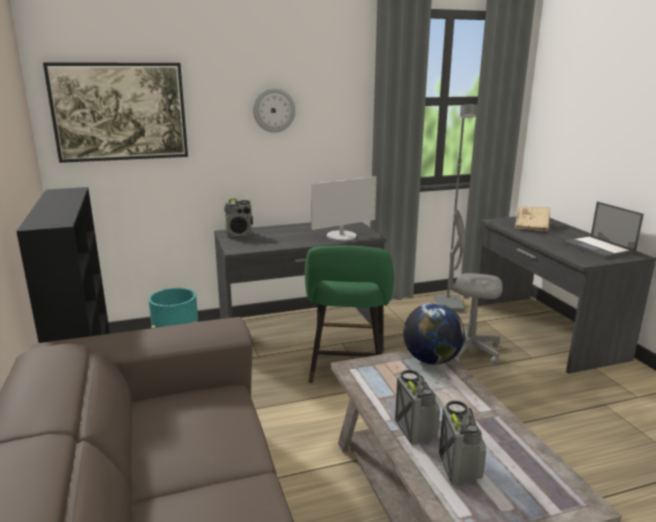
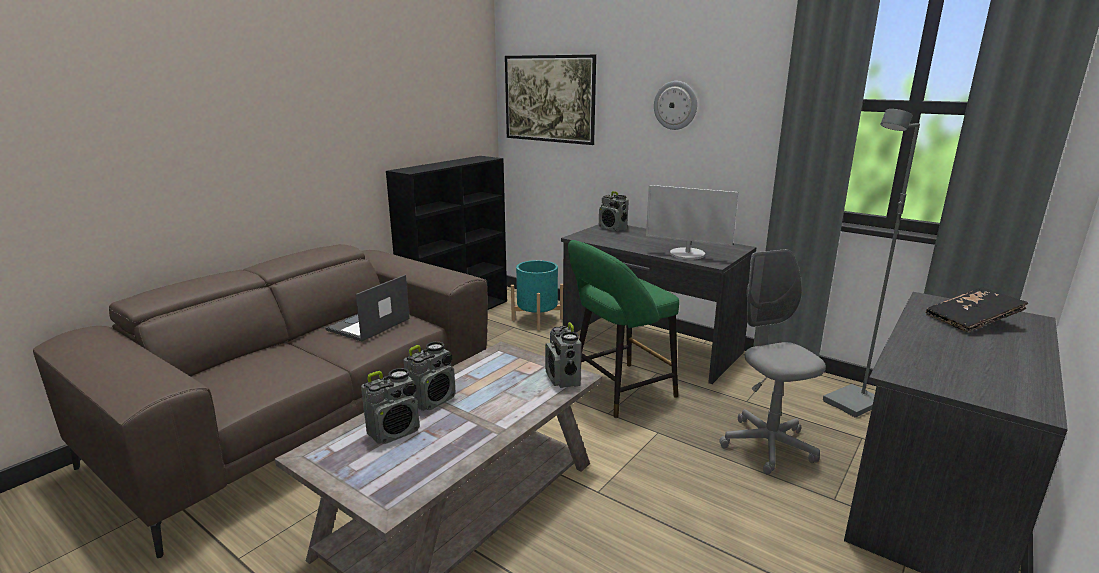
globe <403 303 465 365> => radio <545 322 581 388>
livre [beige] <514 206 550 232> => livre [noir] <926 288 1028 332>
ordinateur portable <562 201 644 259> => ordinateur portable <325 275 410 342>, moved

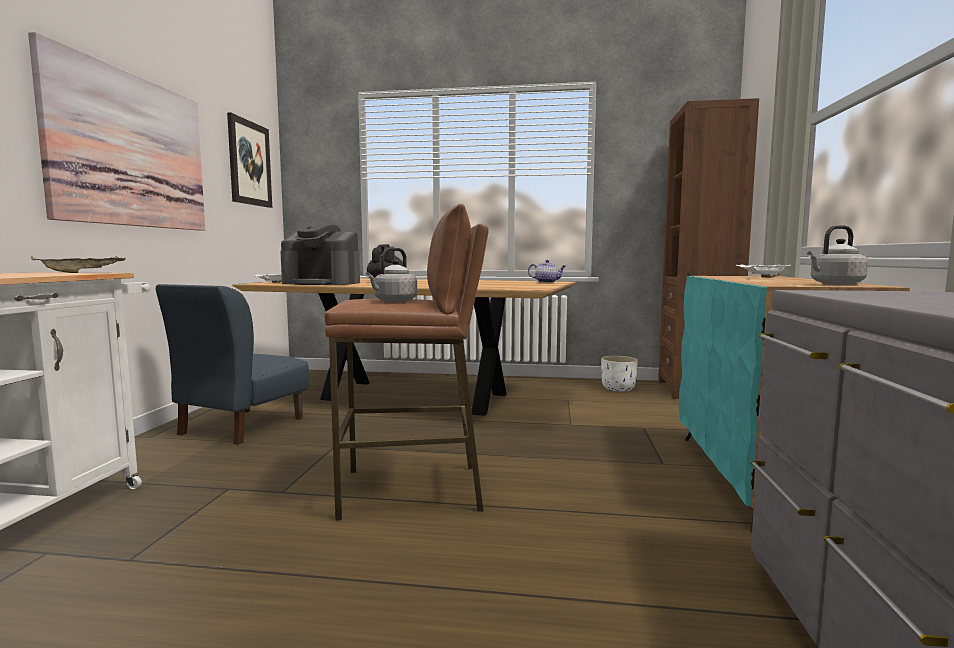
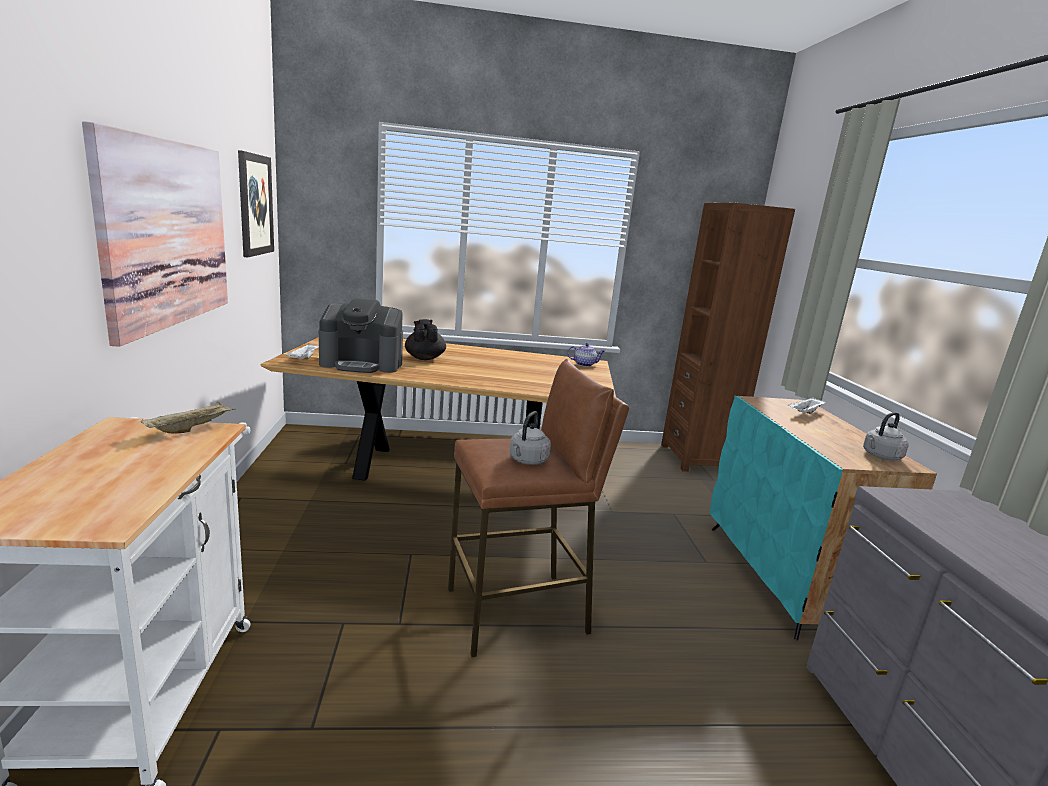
chaise [bleu] <156 284 309 445> => nothing
cache-pot [blanc] <601 356 638 392> => nothing

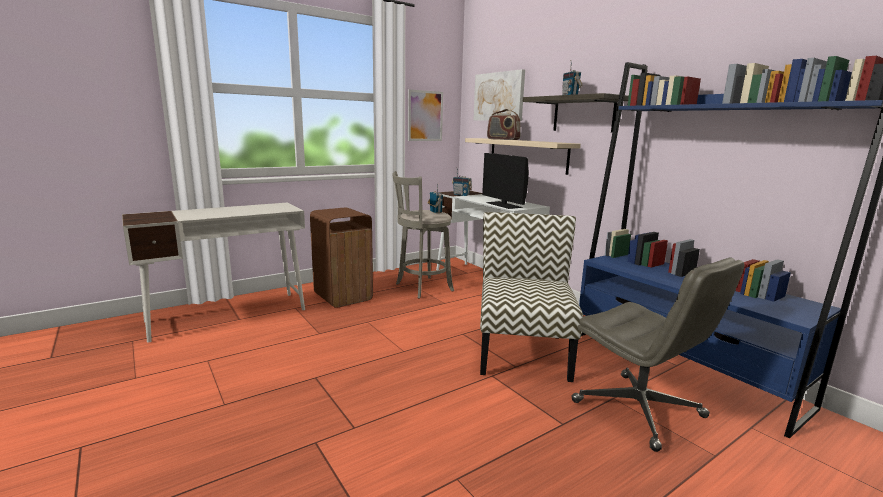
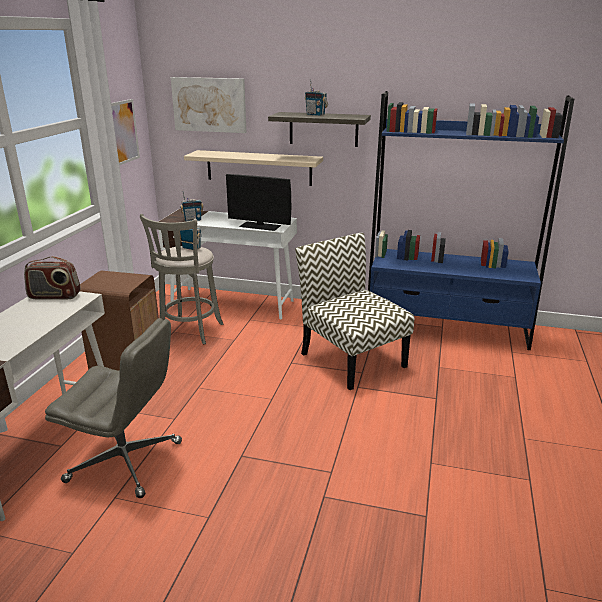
radio <487 109 521 140> => radio <24 256 81 299>, moved
chaise de bureau [gris] <571 258 745 452> => chaise de bureau [gris] <45 318 182 498>, moved

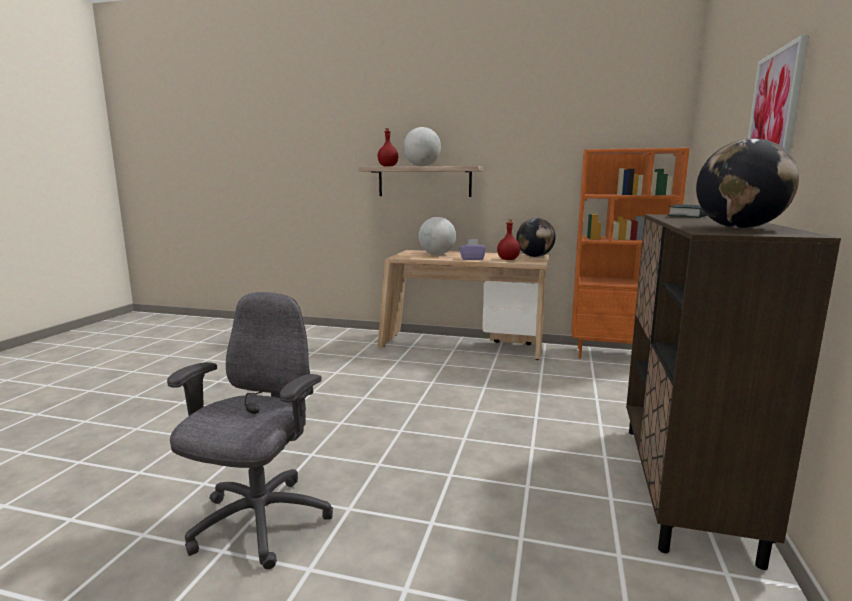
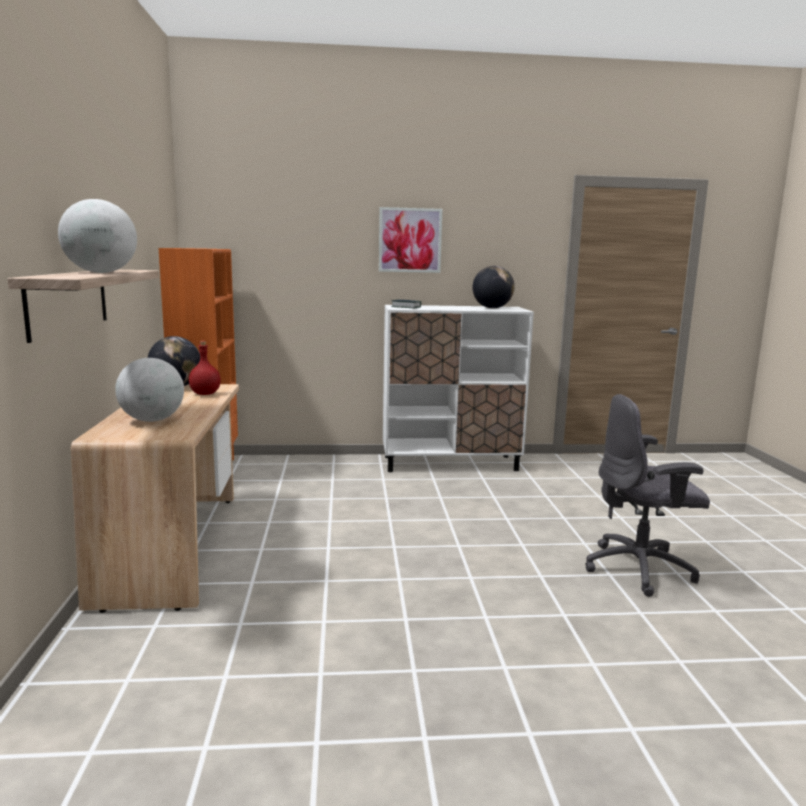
bouteille [rouge] <377 128 399 167> => nothing
boîte à mouchoirs [violet] <459 239 486 260> => nothing
meuble de rangement [marron] <626 214 841 570> => meuble de rangement [blanc] <383 305 534 472>

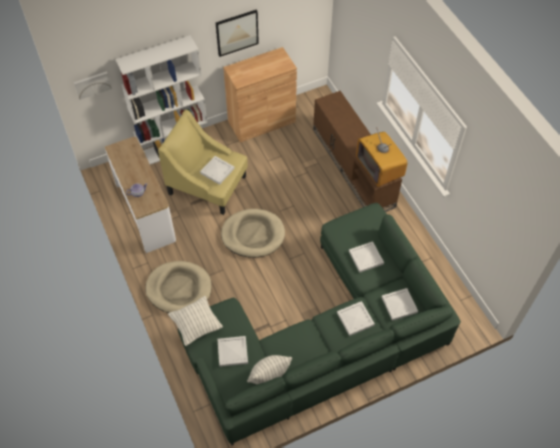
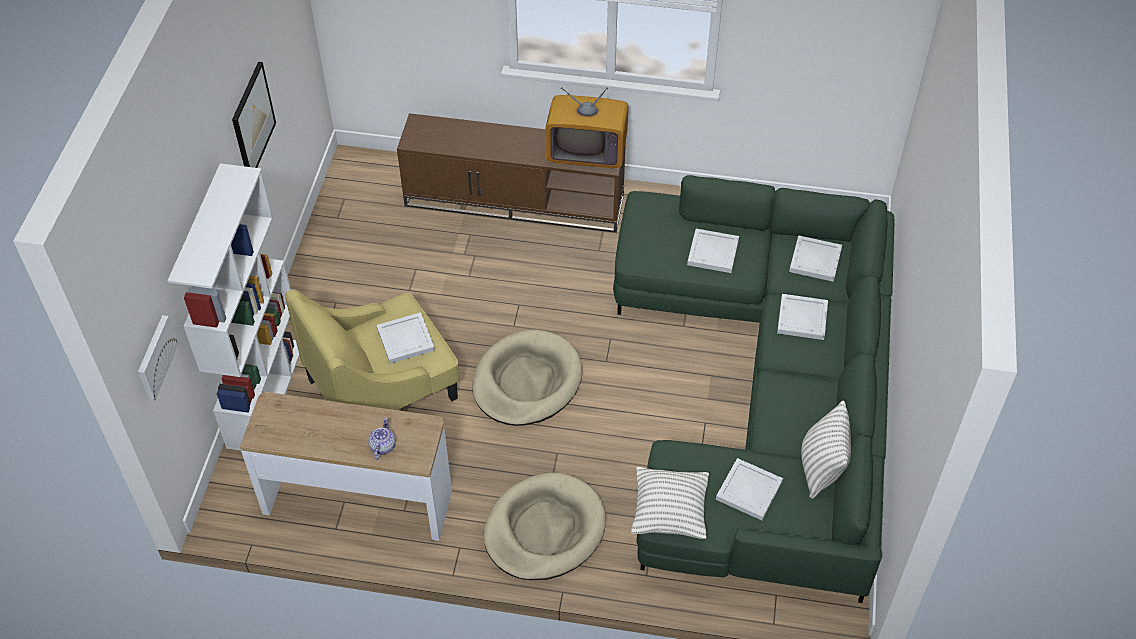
meuble de rangement [marron] <223 47 297 142> => nothing

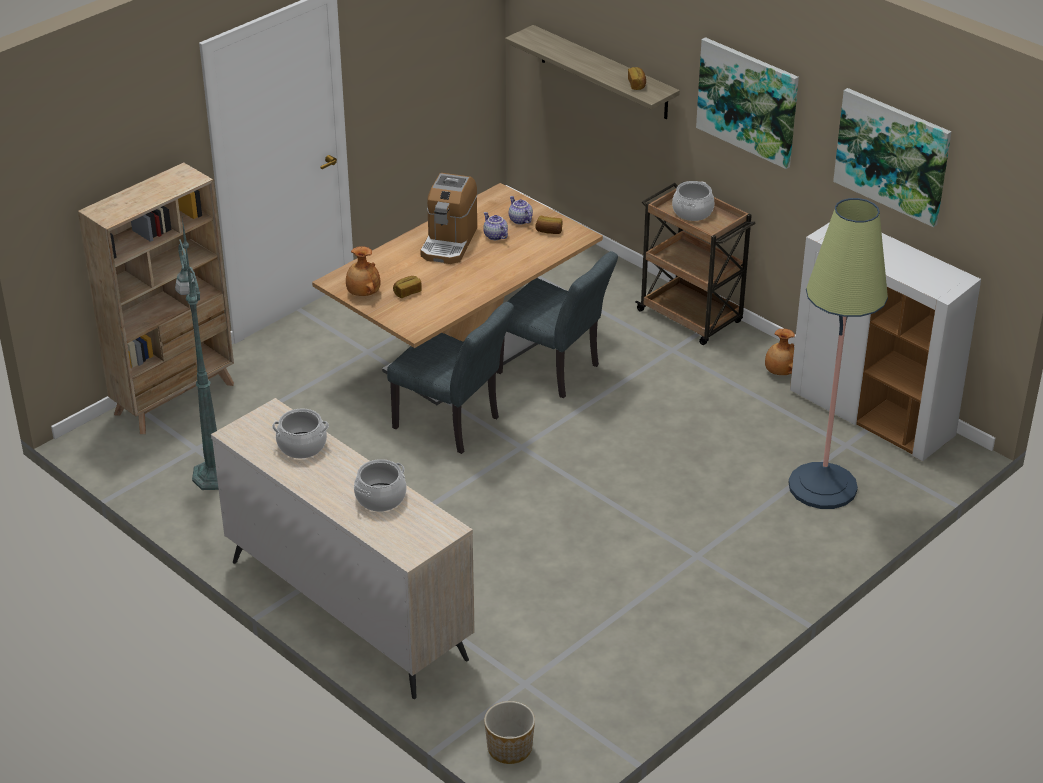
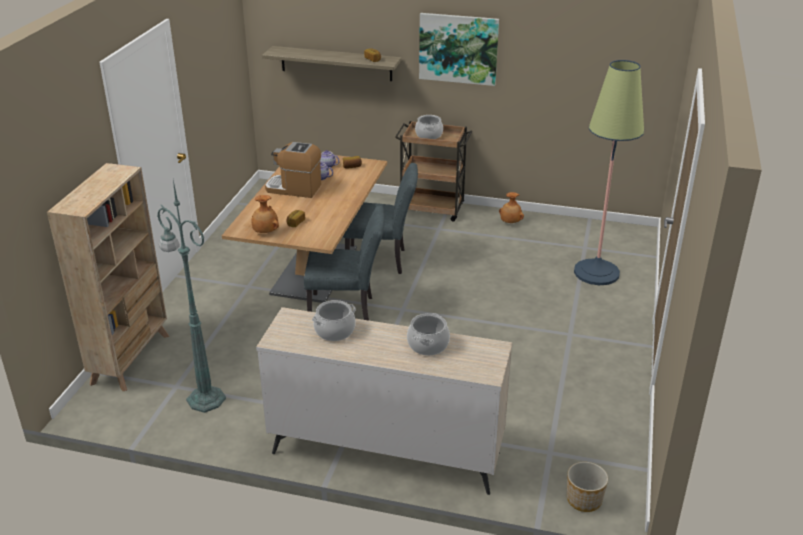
machine à café <420 173 477 264> => machine à café <265 142 321 198>, 120 degrees clockwise
meuble de rangement [blanc] <790 222 981 461> => nothing
tableau <833 88 951 227> => nothing

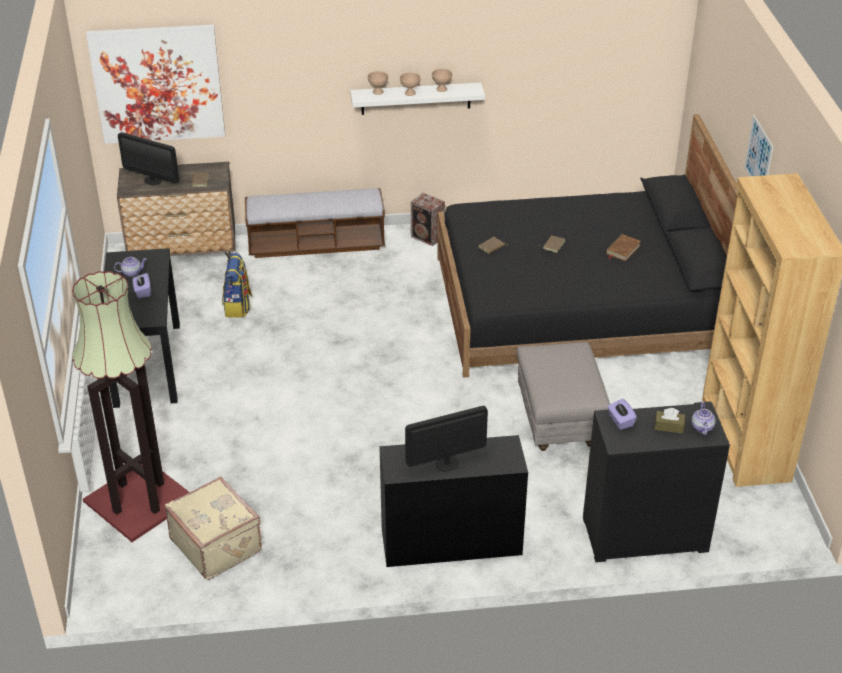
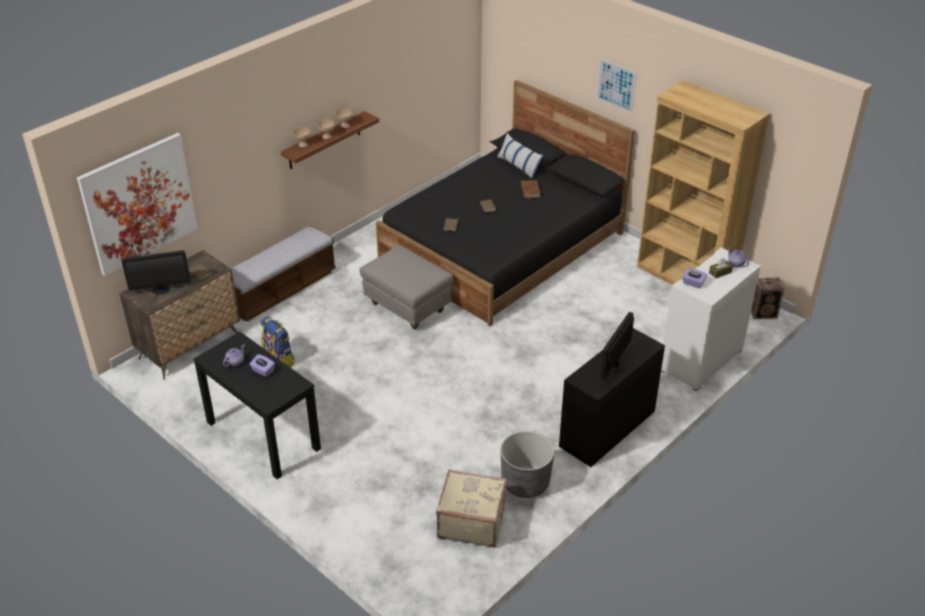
lampadaire <72 271 190 542> => nothing
étagère [blanc] <350 82 485 115> => étagère [marron] <281 111 379 169>
enceinte <411 193 445 246> => enceinte <751 277 785 319>, moved
pouf [gris] <517 342 610 451> => pouf [gris] <360 245 453 329>, moved
meuble de rangement [noir] <583 401 730 562> => meuble de rangement [blanc] <661 248 761 391>
nothing => coussin <497 133 544 180>
nothing => cache-pot [gris] <501 431 554 498>

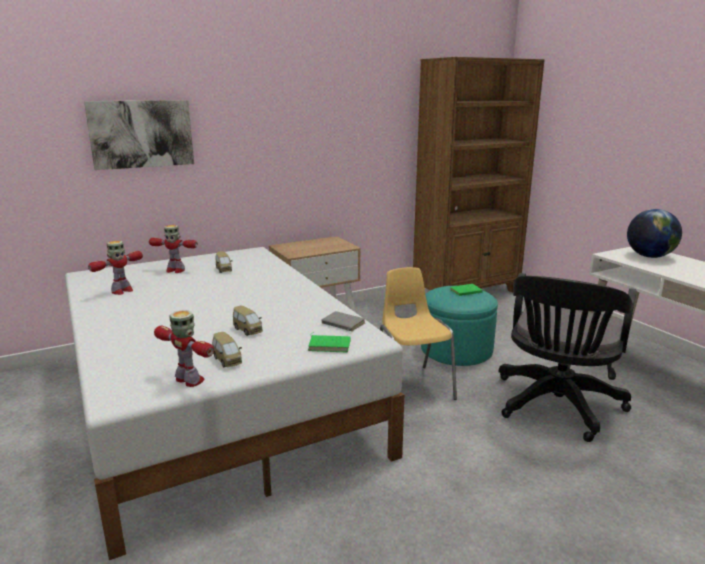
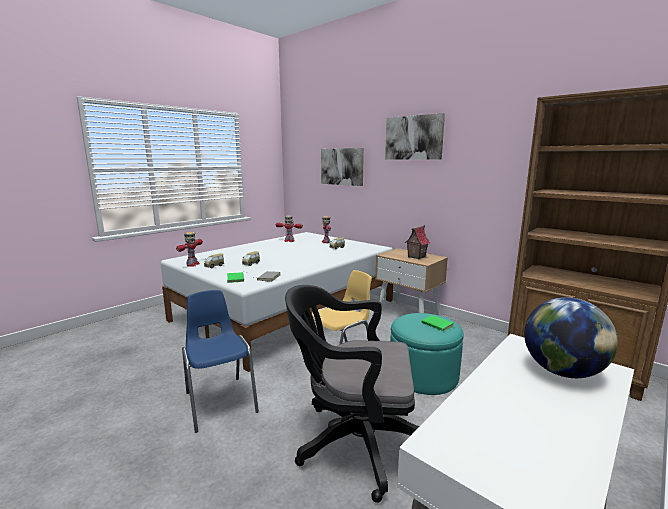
nothing => chaise [bleu] <182 290 259 433>
nothing => tableau <385 113 445 160>
nothing => maison miniature <405 225 430 259>

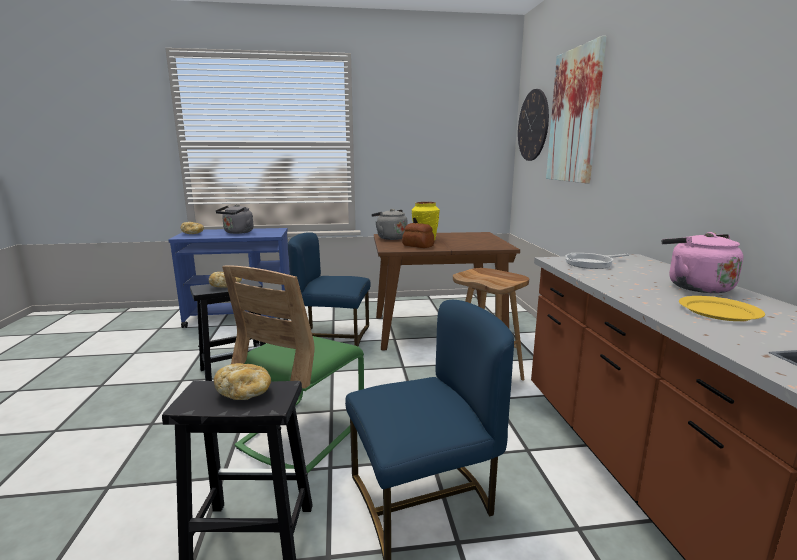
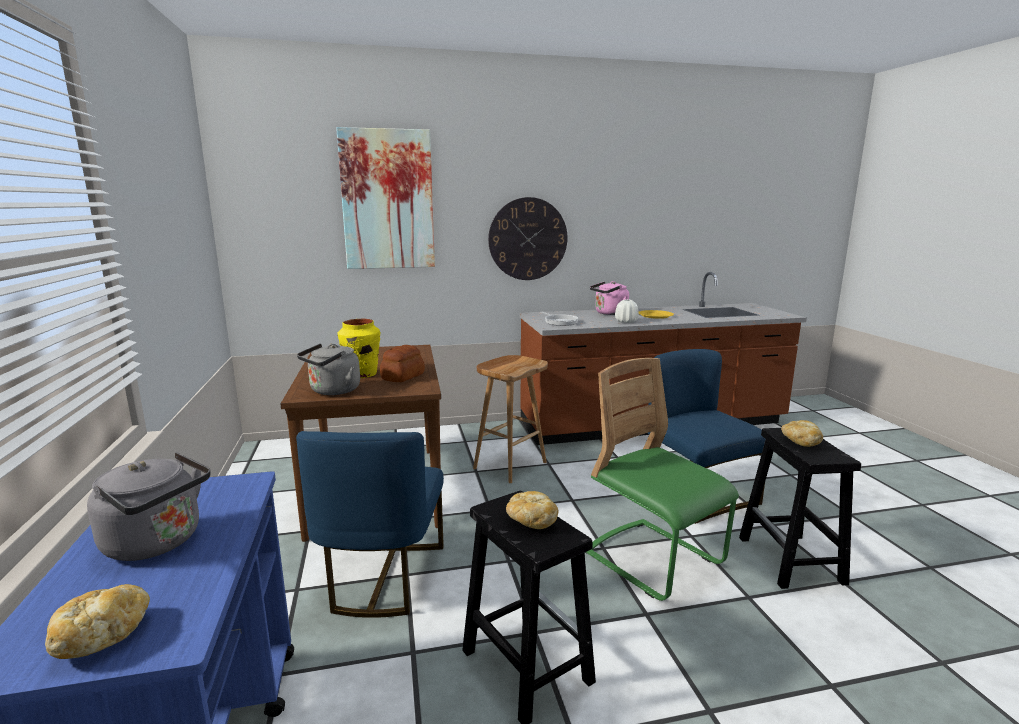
chaise [vert] <222 266 364 473> => chaise [vert] <585 358 739 601>, 150 degrees counterclockwise
horloge murale <518 89 549 161> => horloge murale <488 197 568 280>, moved
nothing => vase [blanc] <615 299 639 323>

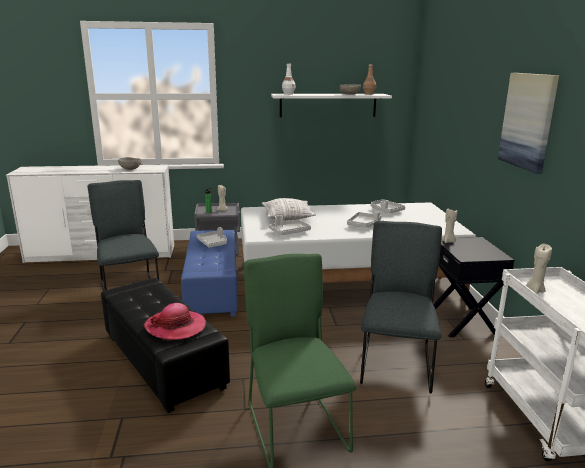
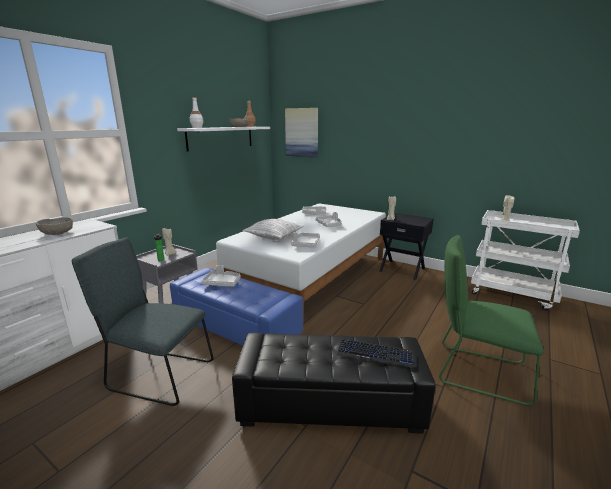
chapeau <143 303 206 341> => clavier <337 339 415 368>
chaise [gris] <360 221 442 394> => nothing
tableau <498 73 559 174> => tableau <285 108 318 158>, moved

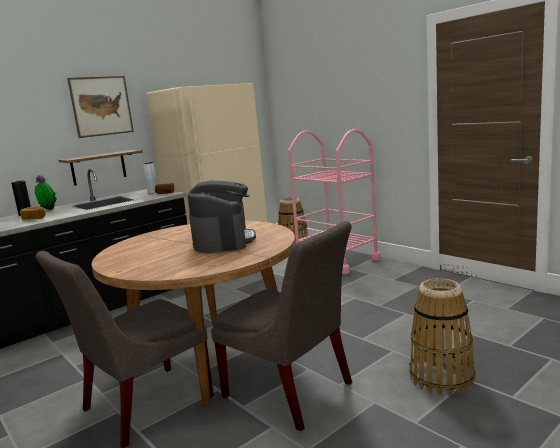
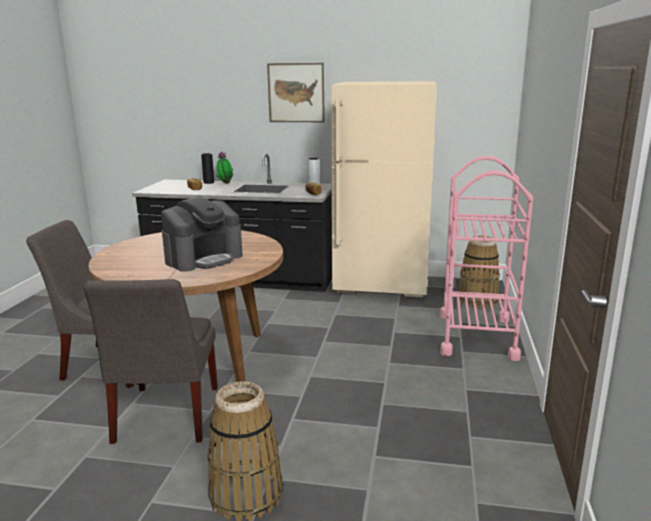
étagère <58 150 143 186> => nothing

